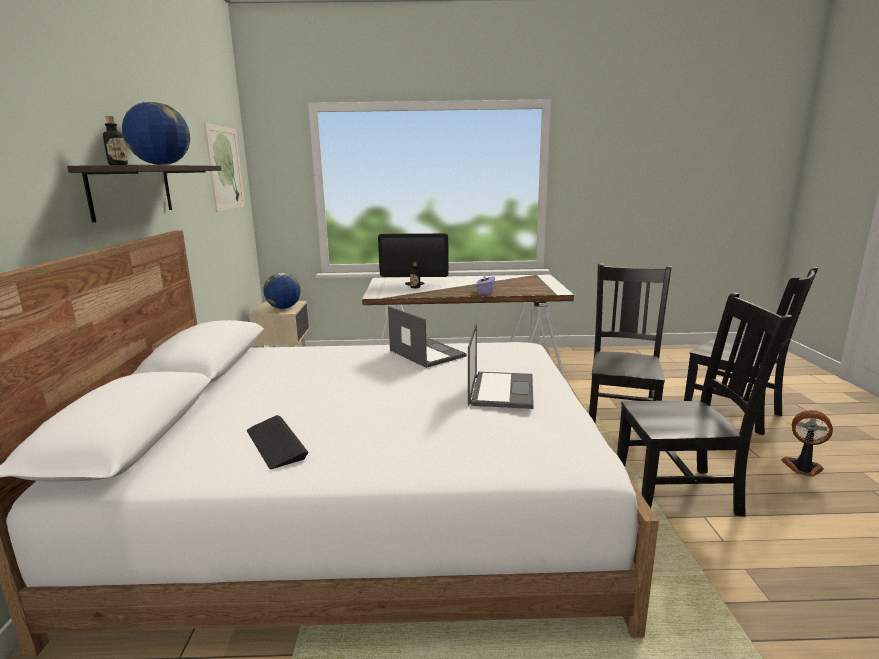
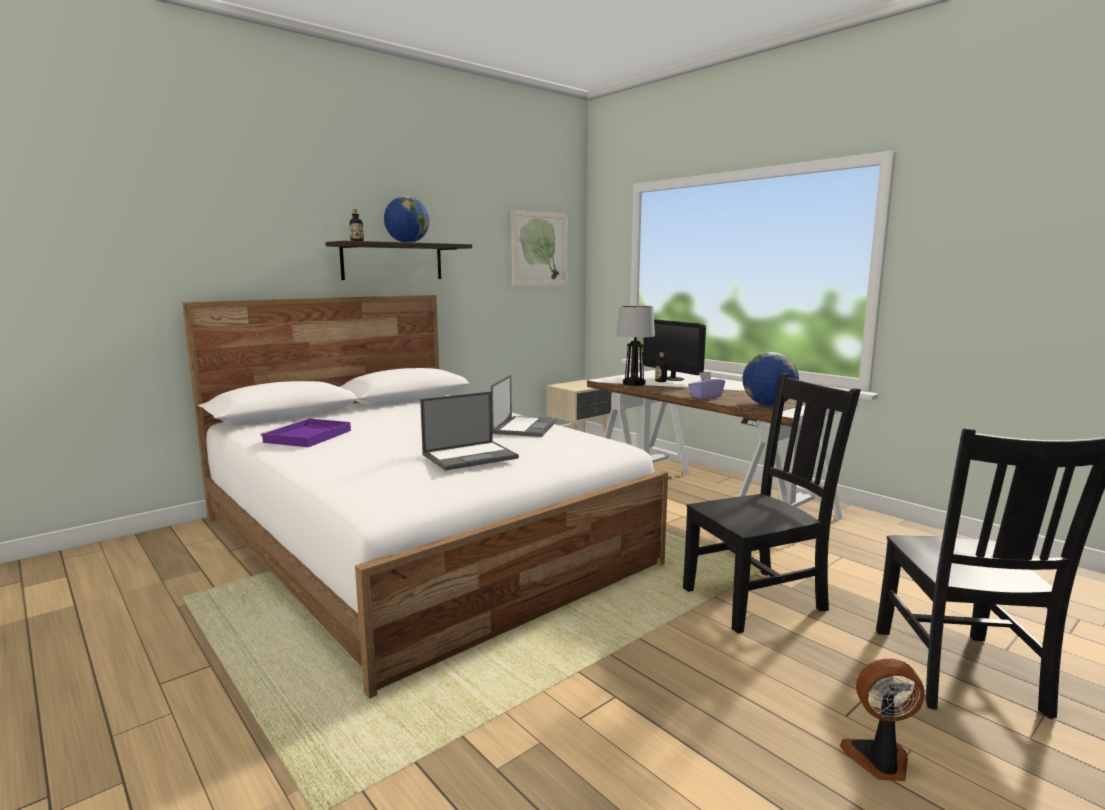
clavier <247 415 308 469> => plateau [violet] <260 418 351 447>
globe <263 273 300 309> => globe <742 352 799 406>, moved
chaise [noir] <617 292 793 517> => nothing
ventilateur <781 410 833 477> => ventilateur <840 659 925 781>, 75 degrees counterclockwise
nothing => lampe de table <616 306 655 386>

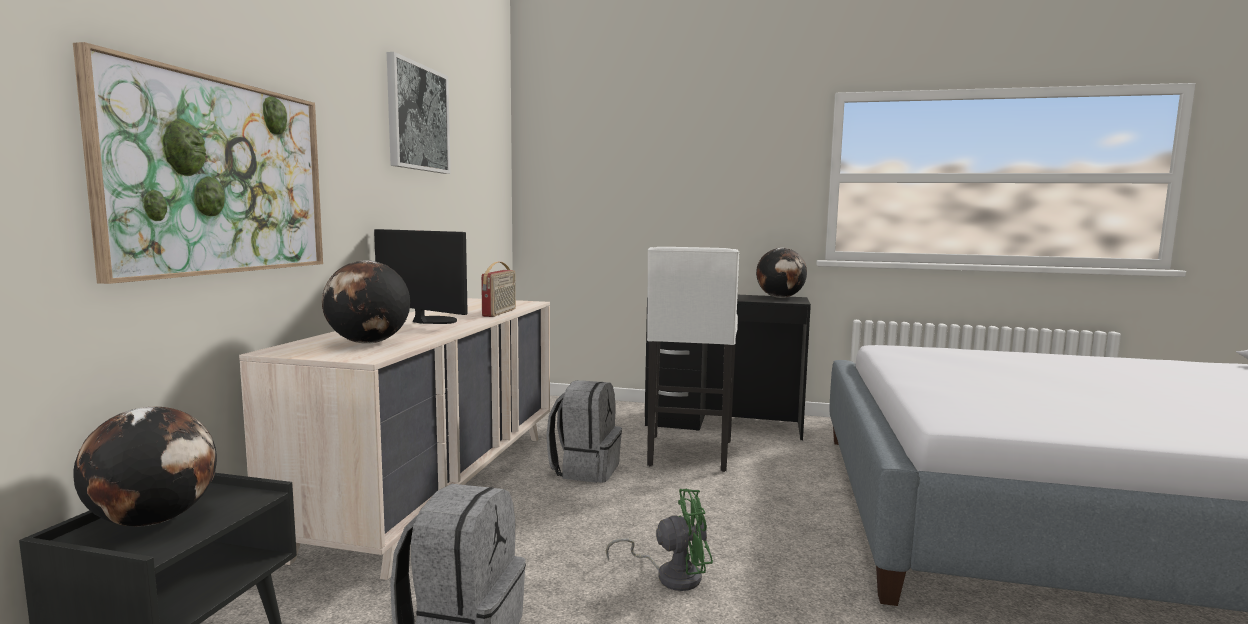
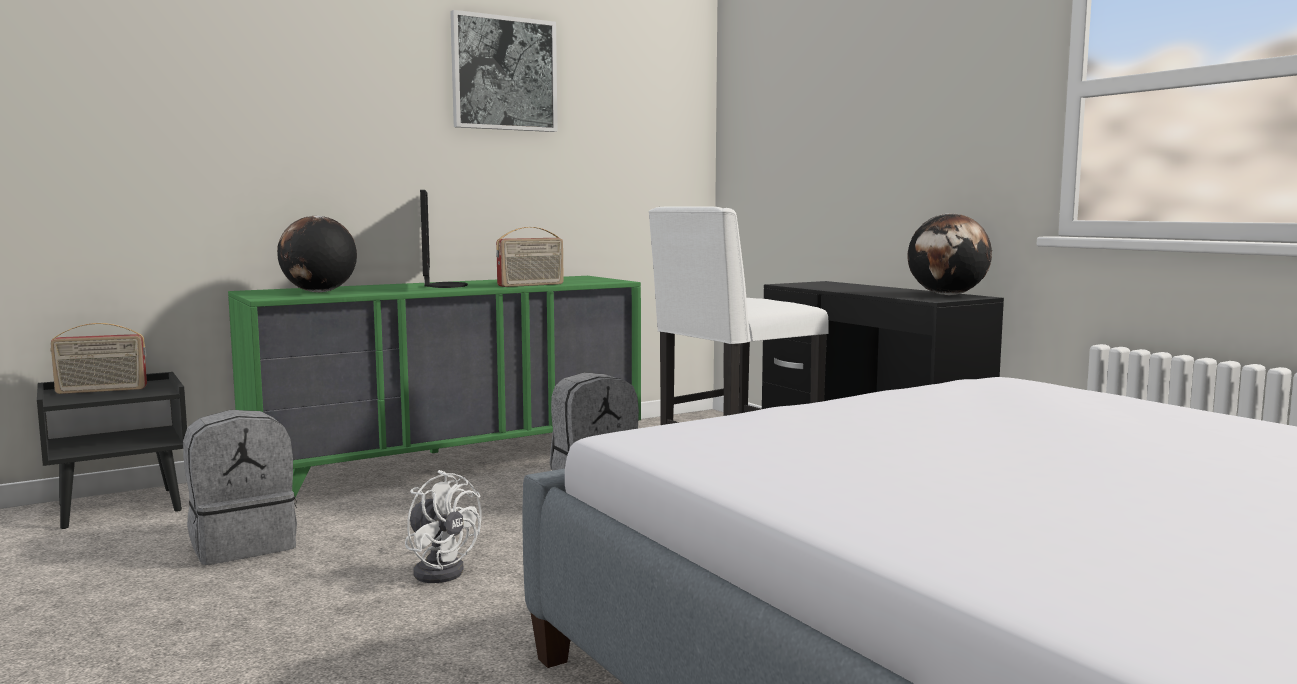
tableau <73 42 323 284> => nothing
globe <73 407 217 527> => radio <50 323 147 394>
commode [beige] <239 298 550 580> => commode [vert] <228 276 641 497>
ventilateur [vert] <606 488 713 591> => ventilateur [blanc] <405 470 482 583>

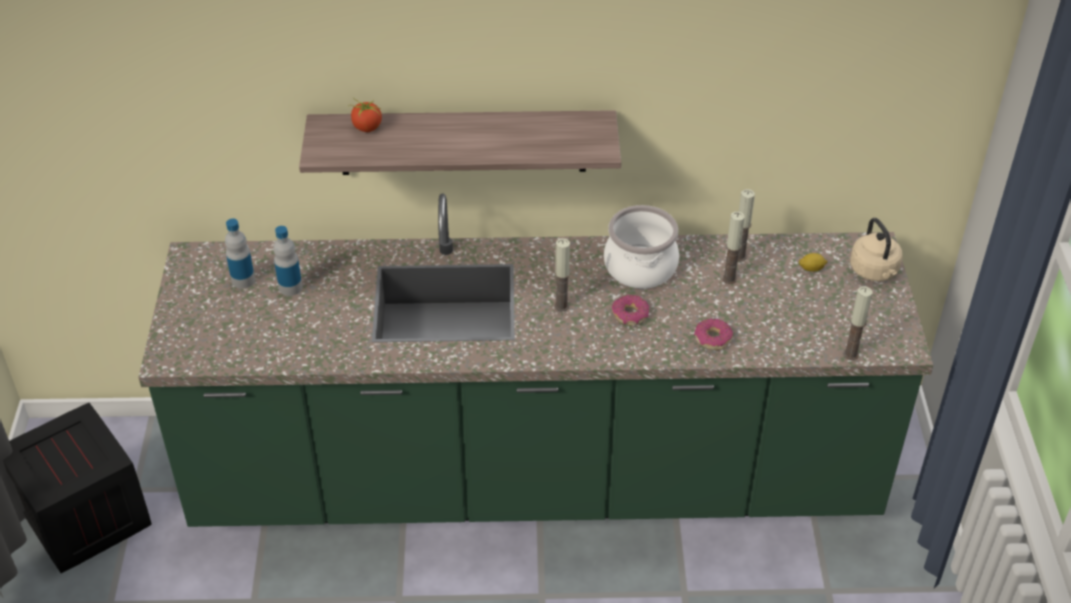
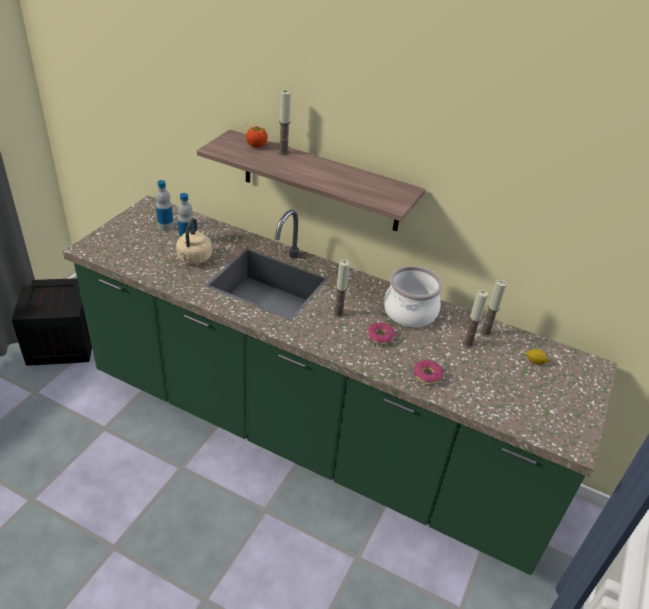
bougie <843 286 873 360> => bougie <278 90 291 155>, moved
bouilloire [beige] <850 218 903 281> => bouilloire [beige] <176 218 212 265>, moved

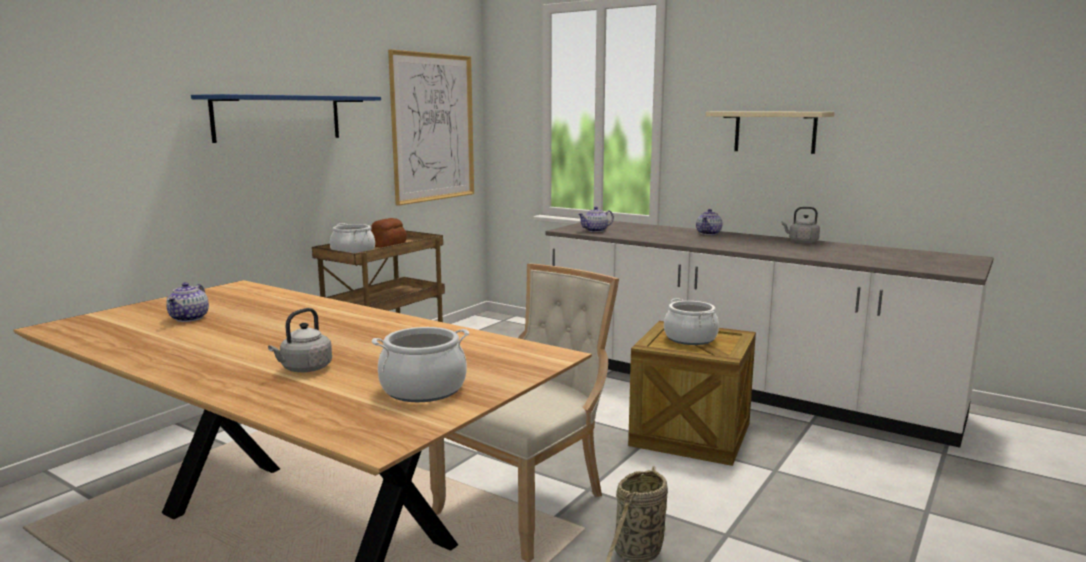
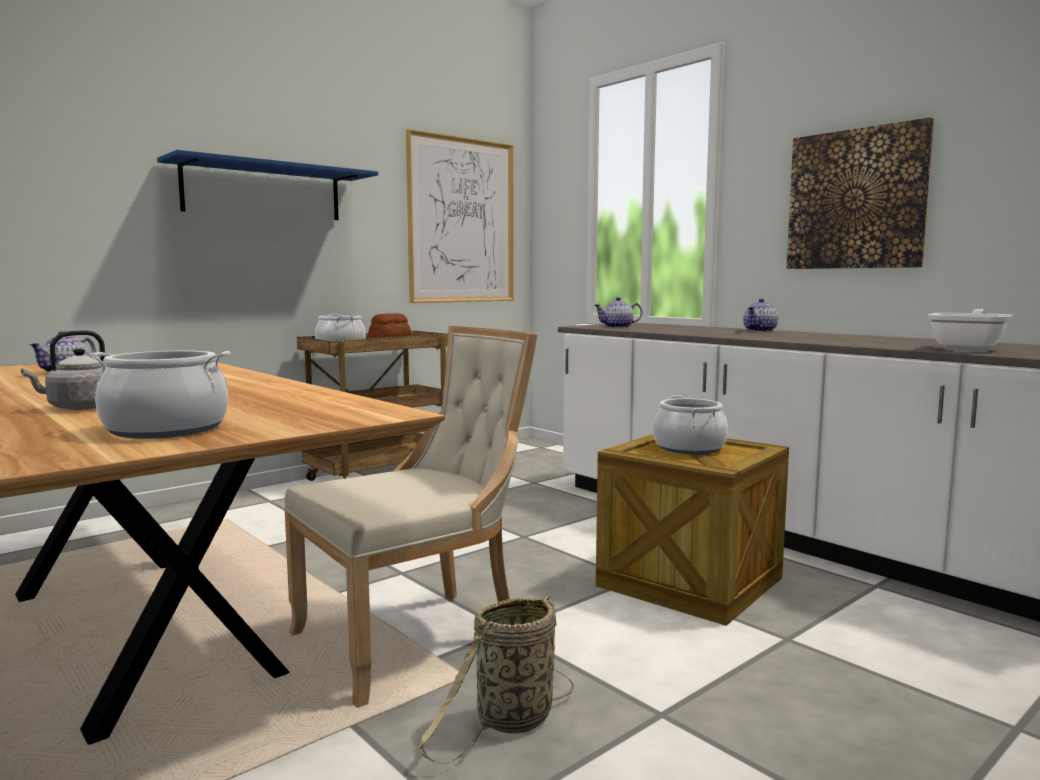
étagère [beige] <706 111 835 154> => tableau <787 118 934 269>
bouilloire [gris] <781 207 820 243> => nothing
nothing => poêle <928 309 1012 351>

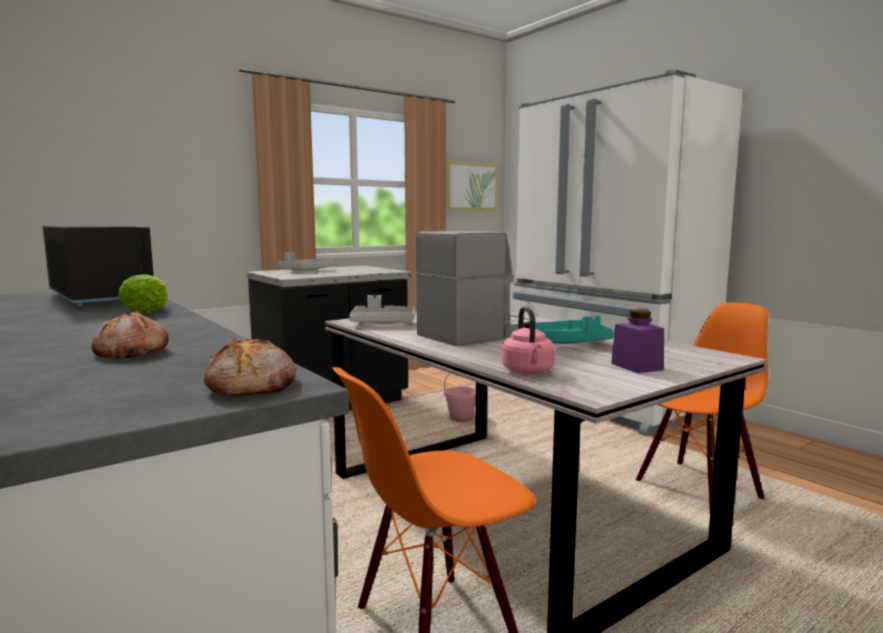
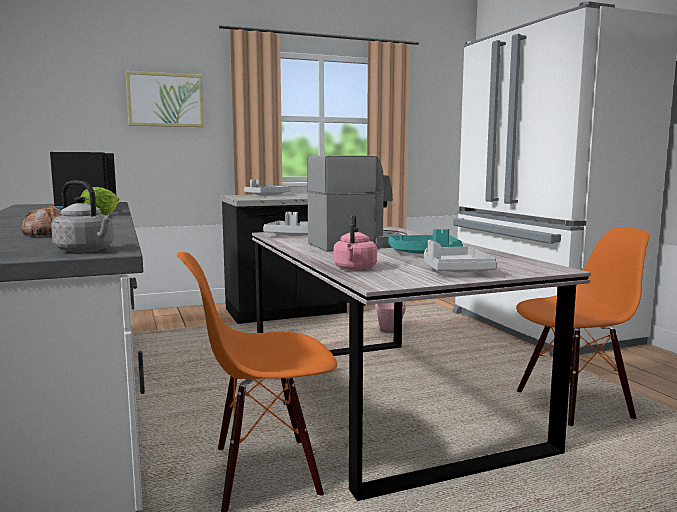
pain <204 338 296 396> => bouilloire [gris] <51 181 114 253>
tableau <446 161 498 210> => tableau <126 71 204 127>, moved
bocal [violet] <611 310 664 373> => plateau [gris] <424 240 497 273>

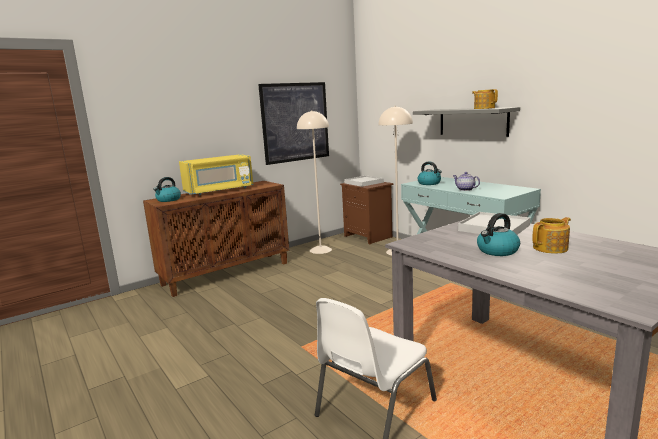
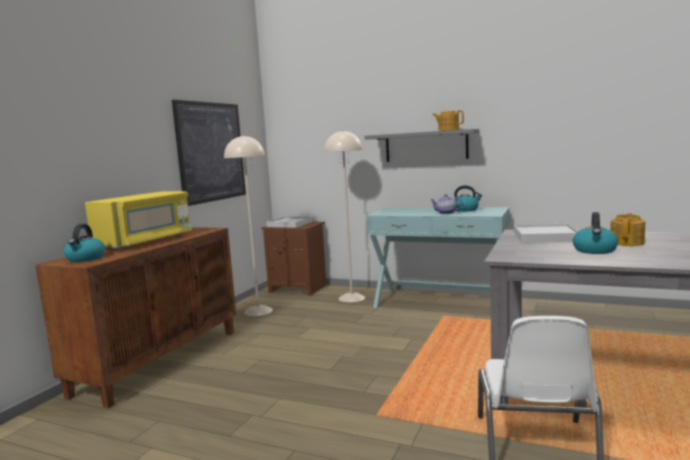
bouilloire <417 162 442 185> => bouilloire <454 185 482 212>, moved

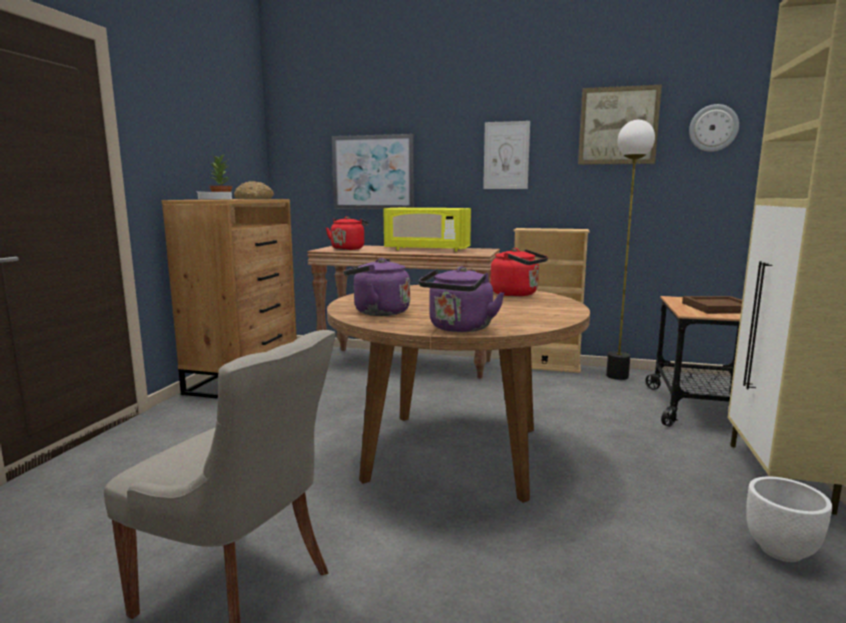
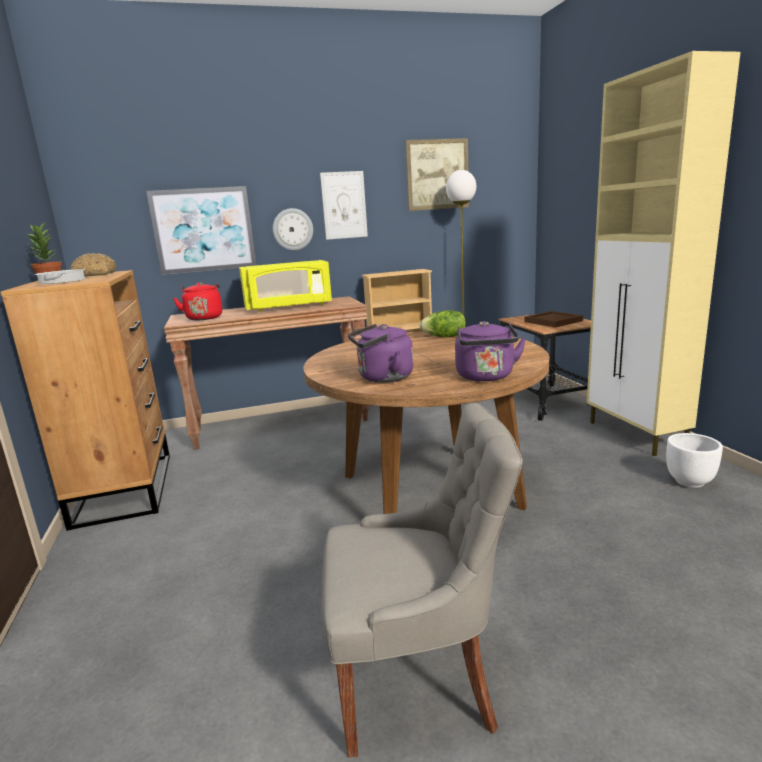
bouilloire [rouge] <490 248 548 297> => laitue <419 310 466 337>
horloge murale <689 104 739 152> => horloge murale <273 208 313 250>, moved

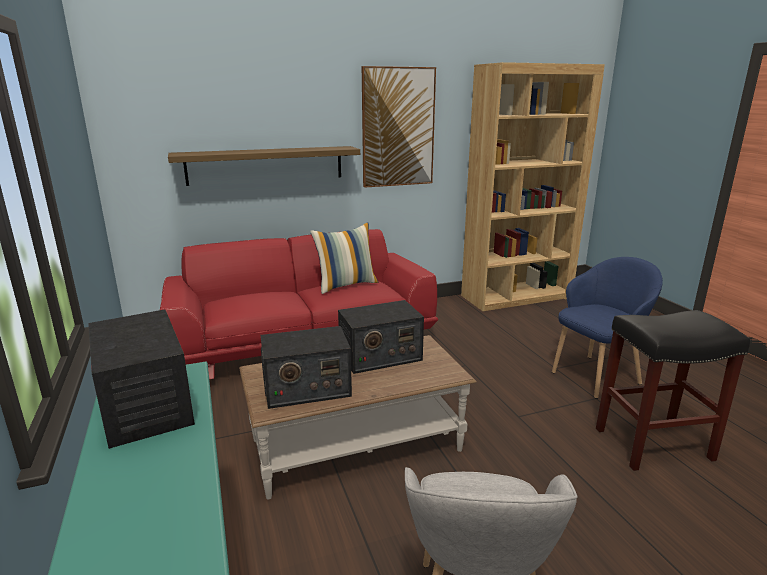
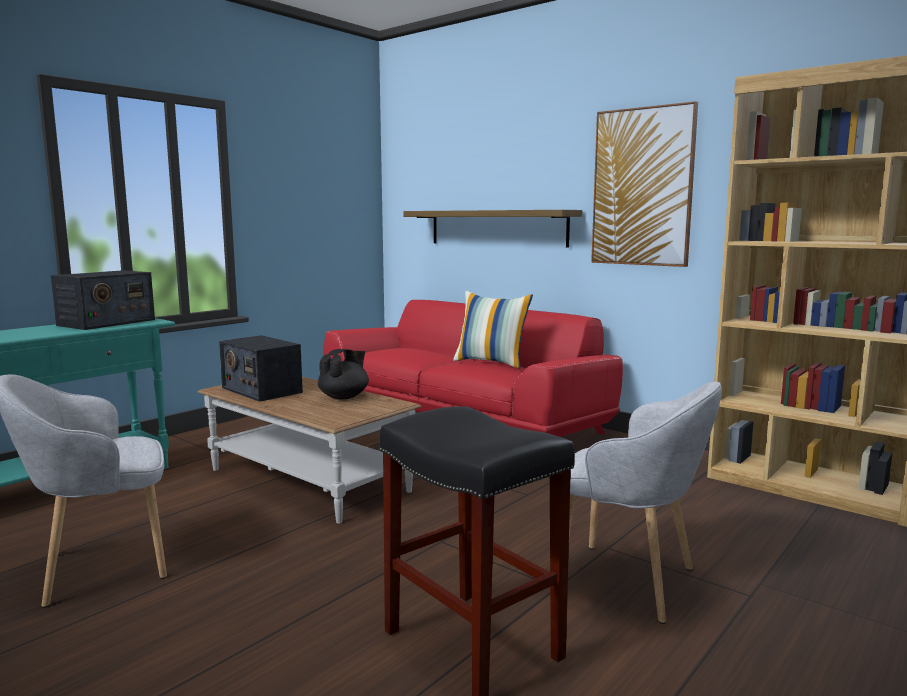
radio <338 300 424 374> => théière [noir] <318 349 369 399>
fauteuil [bleu] <552 257 663 399> => fauteuil [gris] <569 382 722 624>

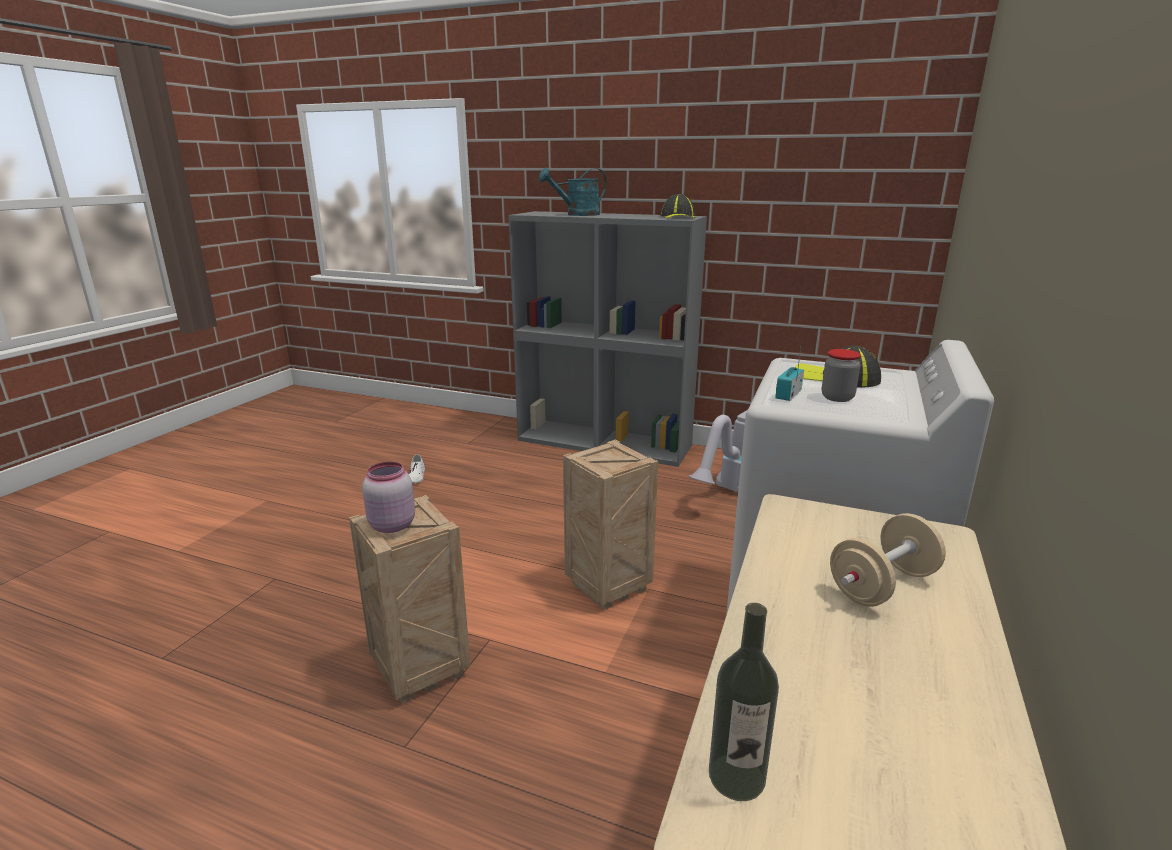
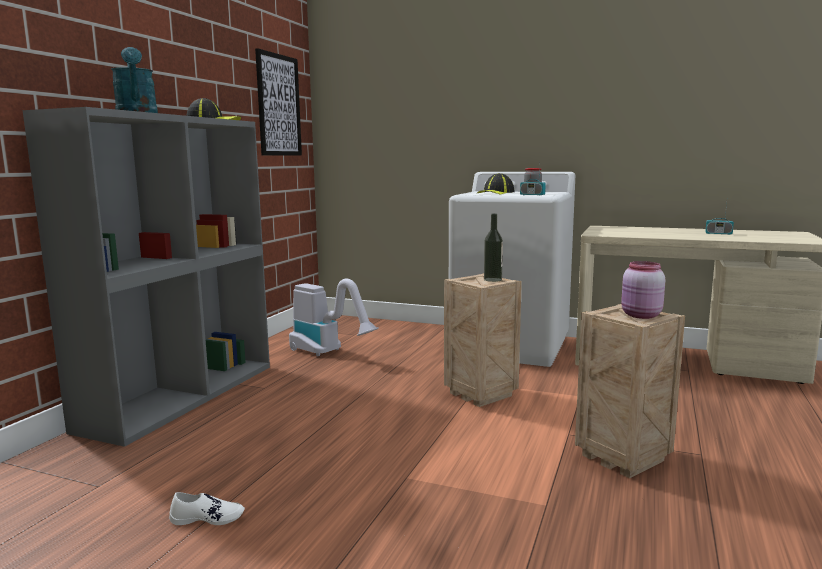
bouteille <709 603 779 801> => bouteille <484 214 503 282>, moved
haltère [beige] <830 513 946 607> => nothing
nothing => tableau <255 48 302 156>
nothing => radio <705 203 734 235>

